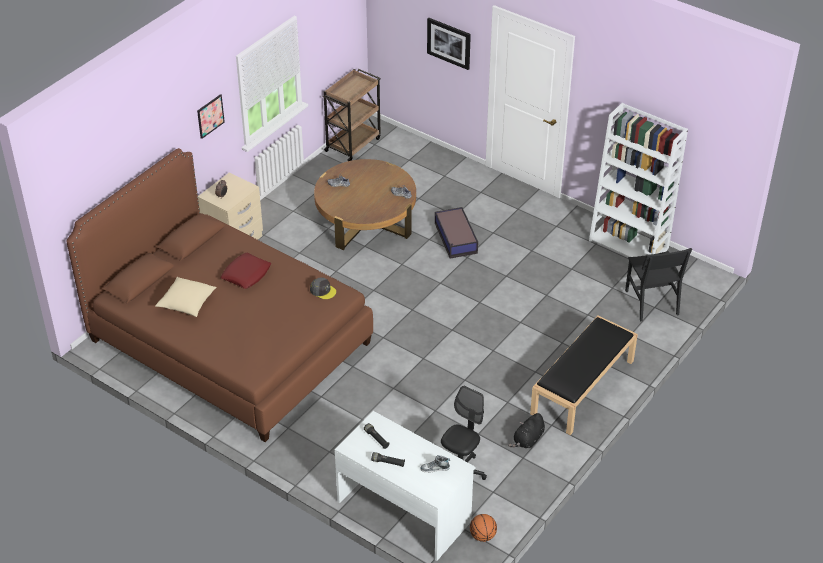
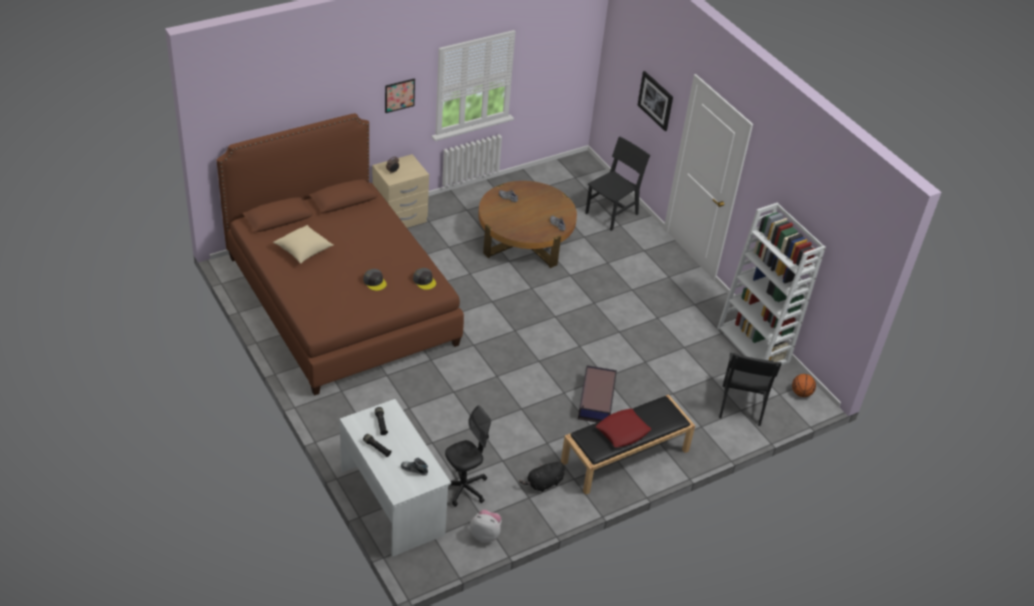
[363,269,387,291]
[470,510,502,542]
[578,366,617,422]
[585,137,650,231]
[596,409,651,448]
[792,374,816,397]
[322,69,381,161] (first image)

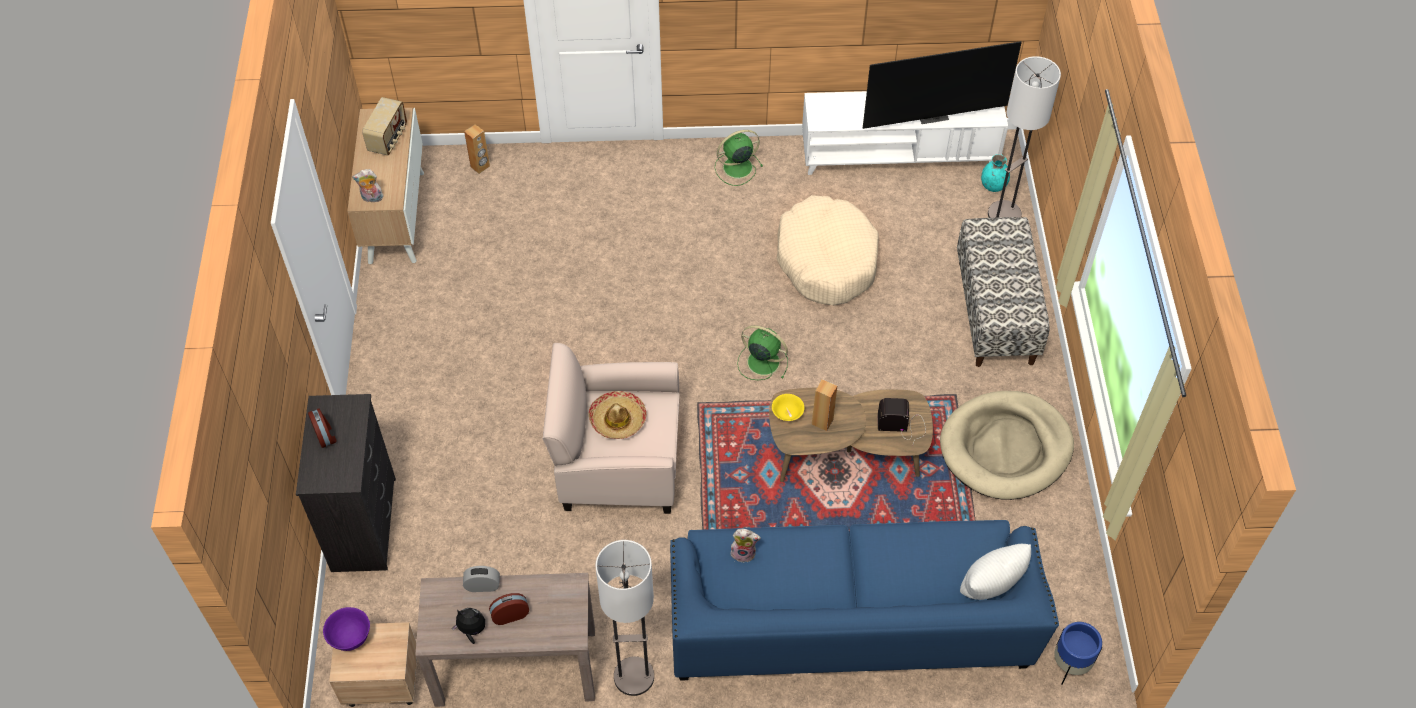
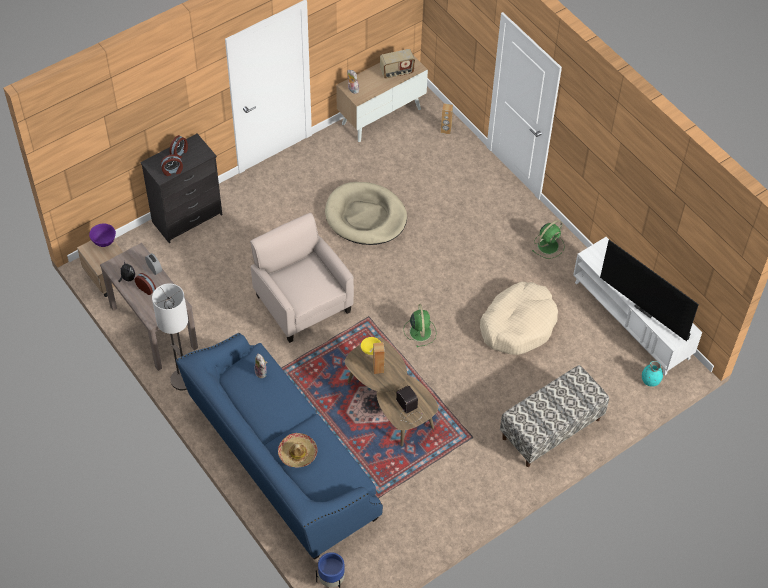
[161,154,183,176]
[278,433,317,468]
[325,182,407,245]
[533,220,565,258]
[960,544,1031,600] (first image)
[988,56,1061,218] (first image)

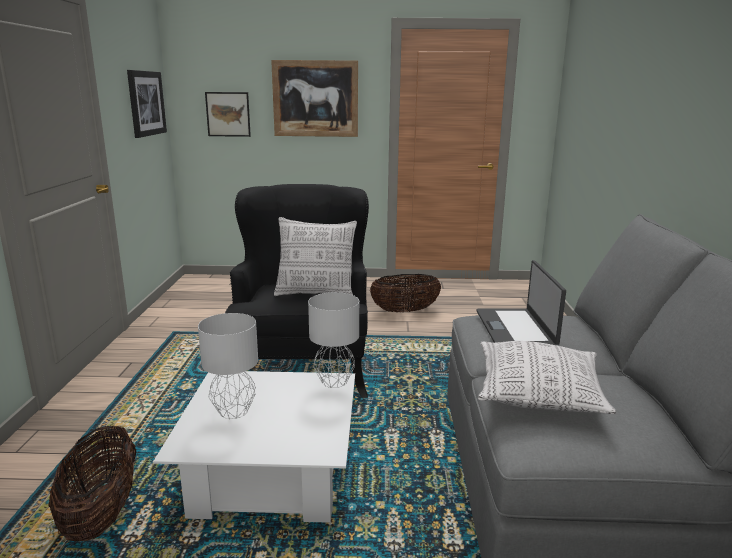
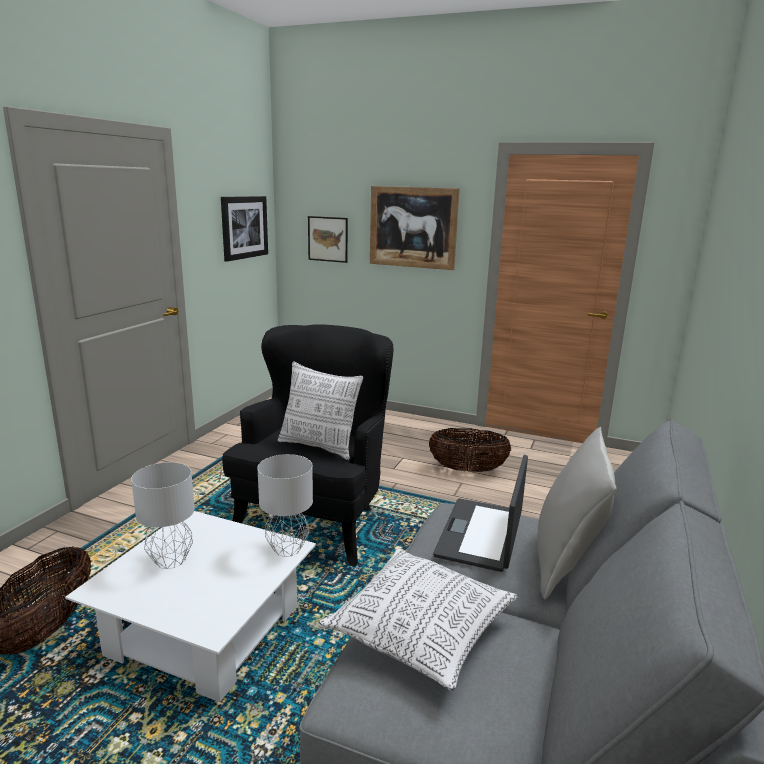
[537,427,617,599]

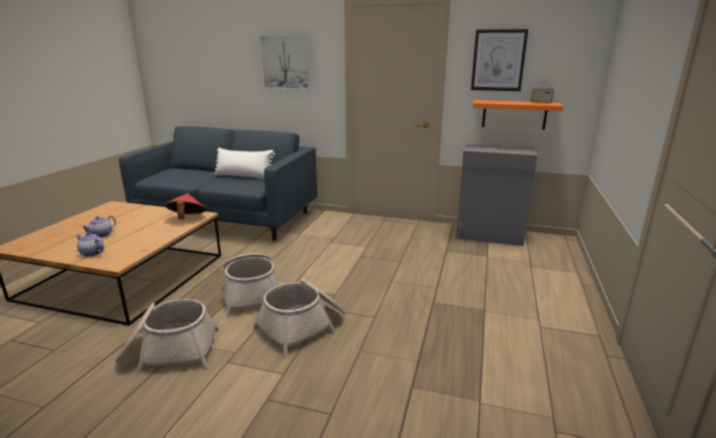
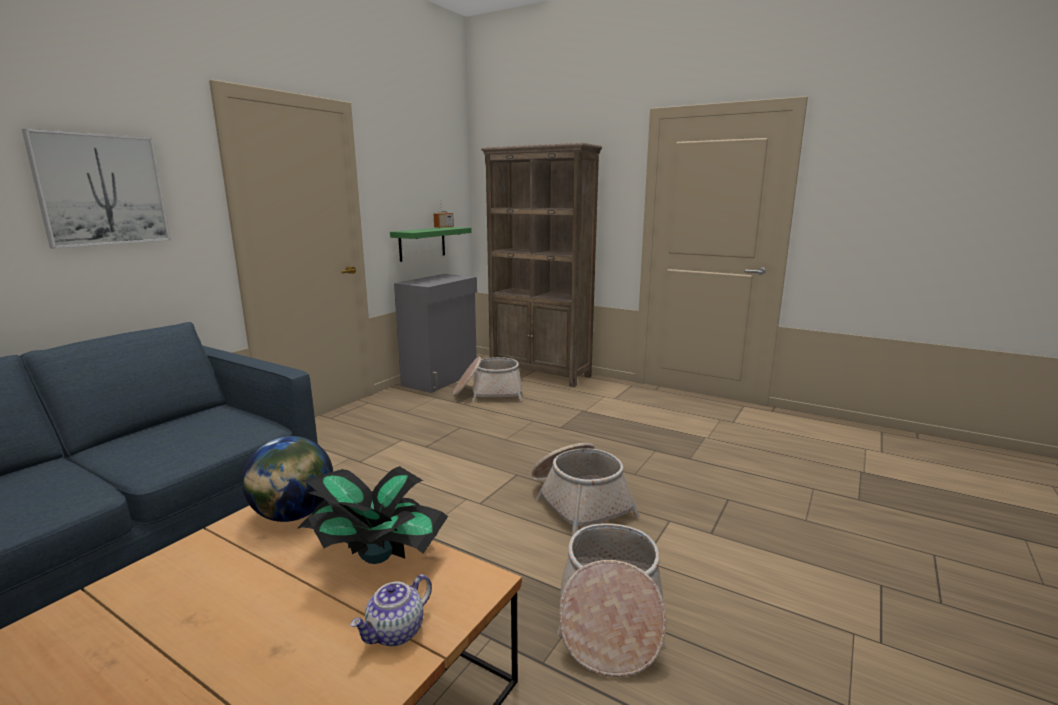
[242,436,333,522]
[298,466,448,564]
[390,227,472,262]
[453,357,522,402]
[481,143,602,387]
[82,216,116,238] (first image)
[214,148,275,179] (first image)
[471,29,528,91] (first image)

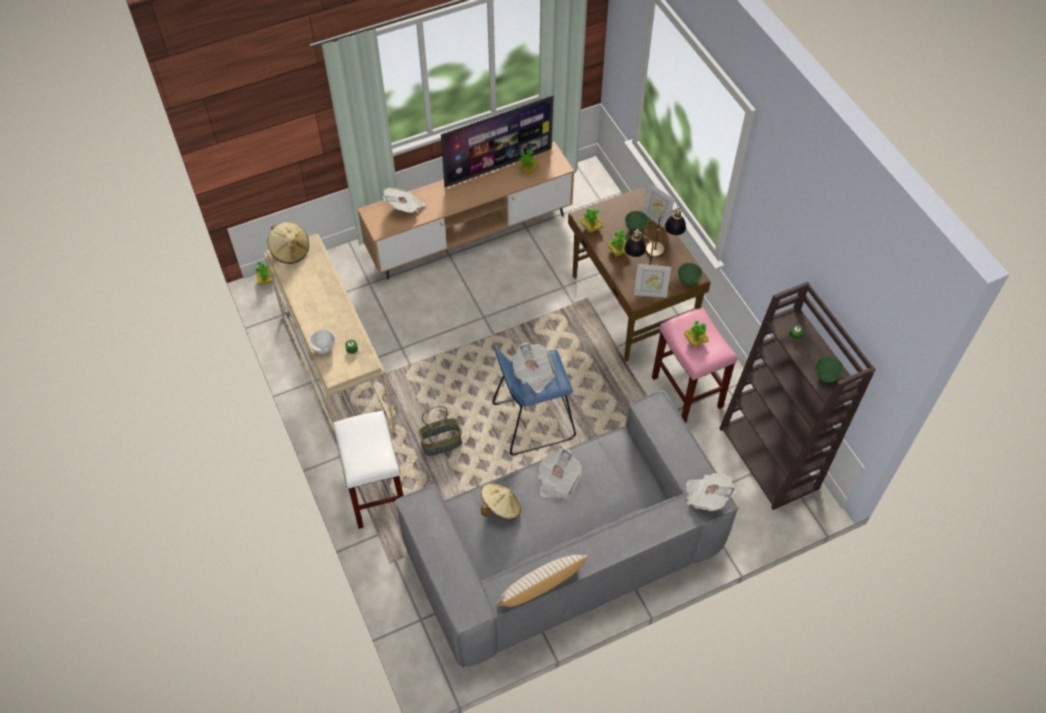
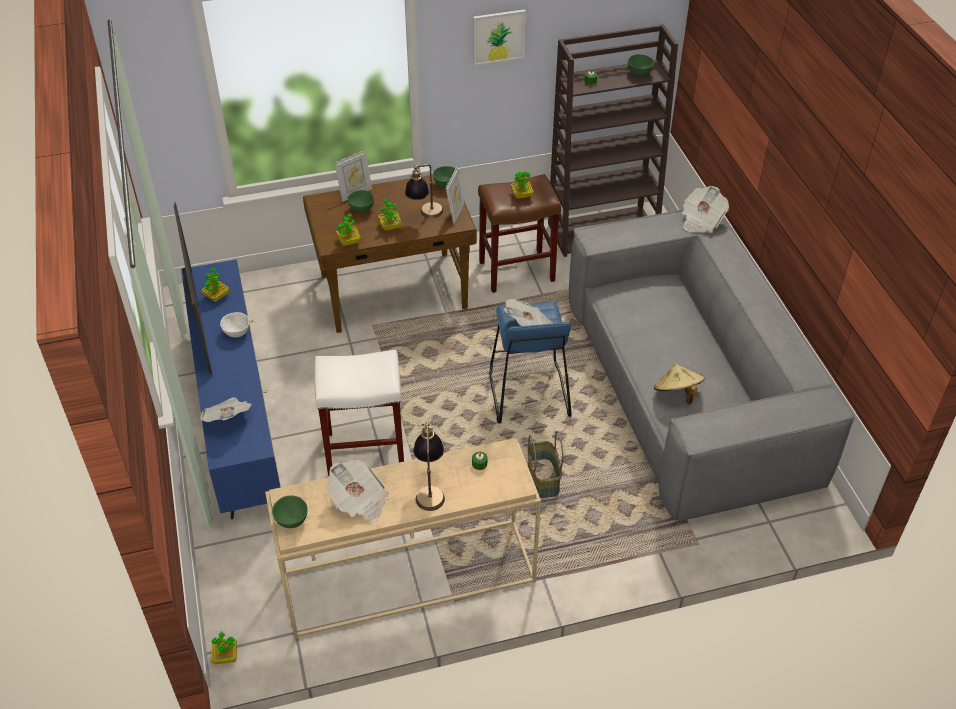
[181,259,280,519]
[220,312,249,338]
[272,495,308,528]
[314,350,404,476]
[326,460,389,522]
[413,422,445,511]
[473,10,525,65]
[478,174,561,293]
[495,555,588,607] (first image)

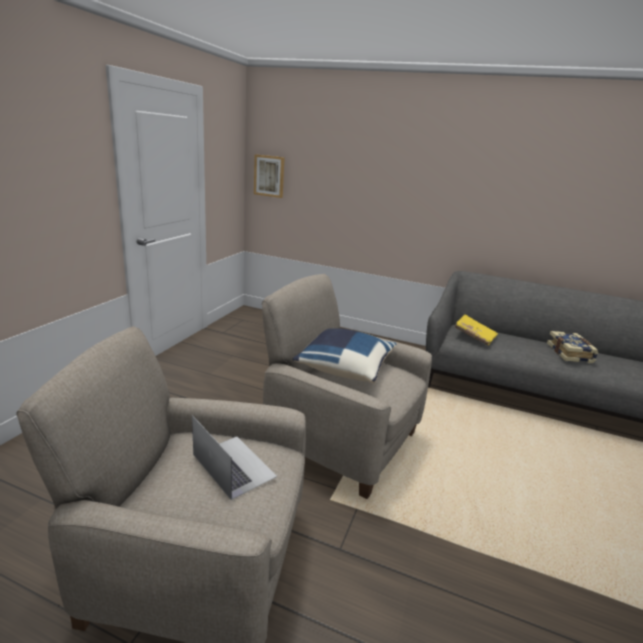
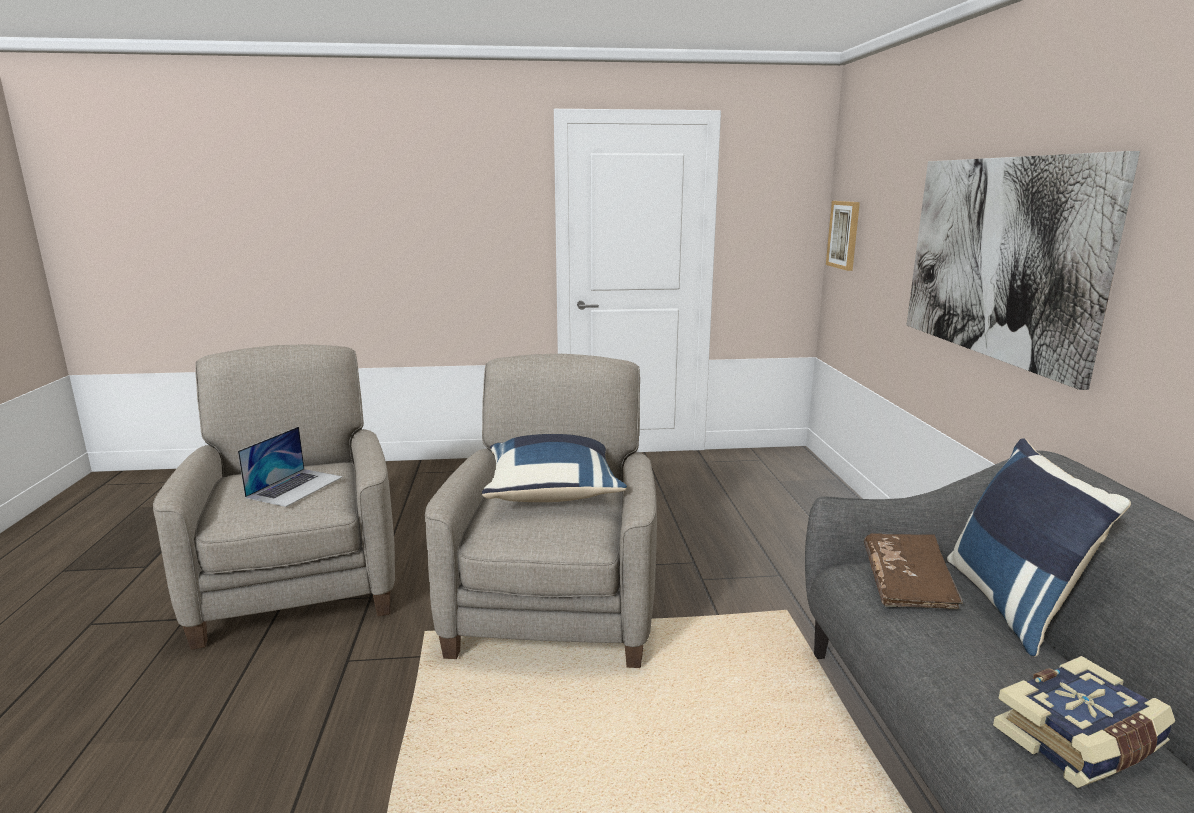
[864,533,963,609]
[907,151,1140,390]
[947,438,1131,657]

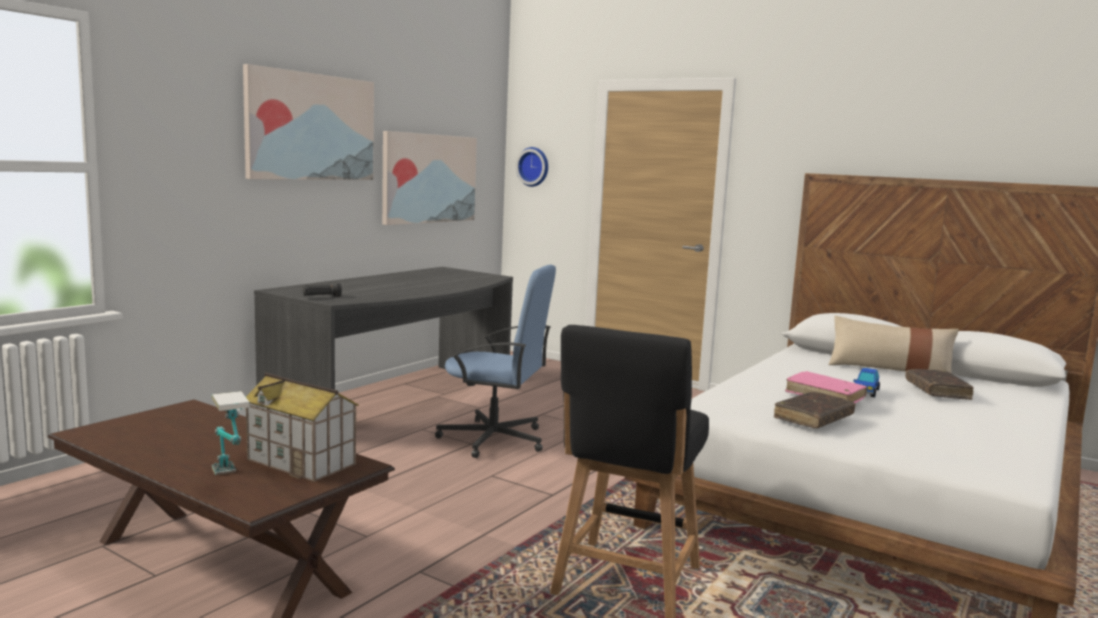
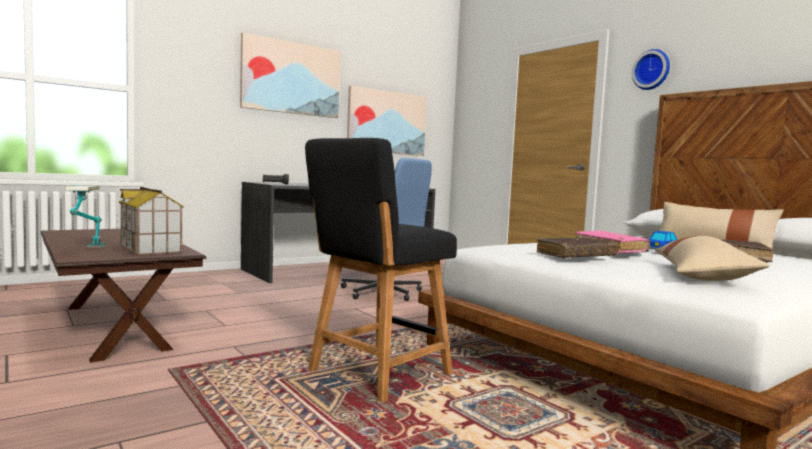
[632,49,670,90]
[655,236,770,281]

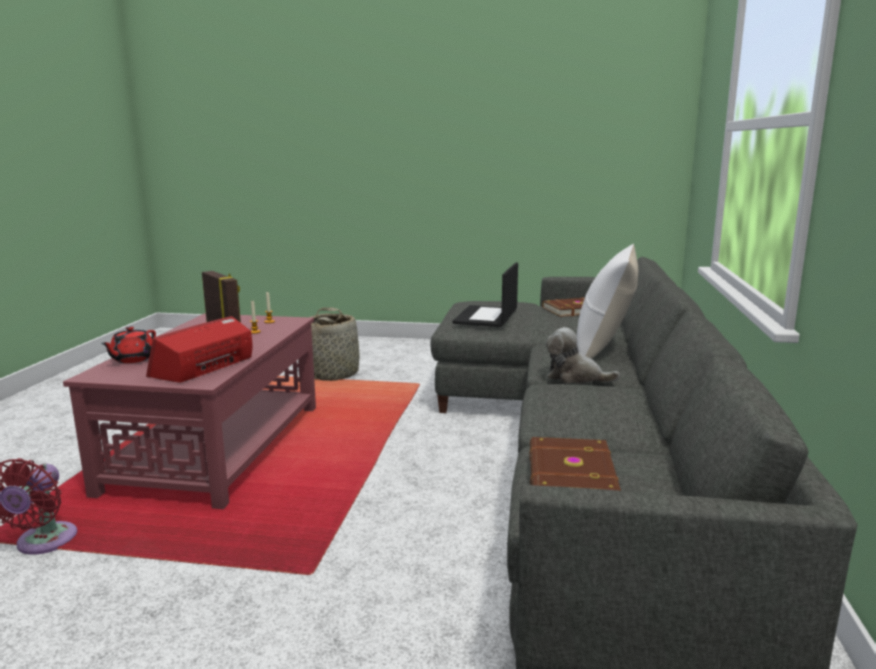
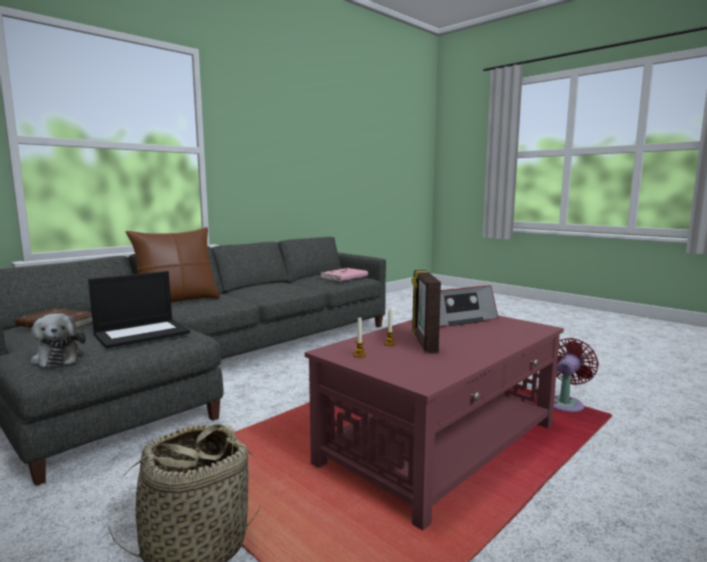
[31,313,86,367]
[125,227,220,303]
[321,268,368,281]
[101,326,156,363] (first image)

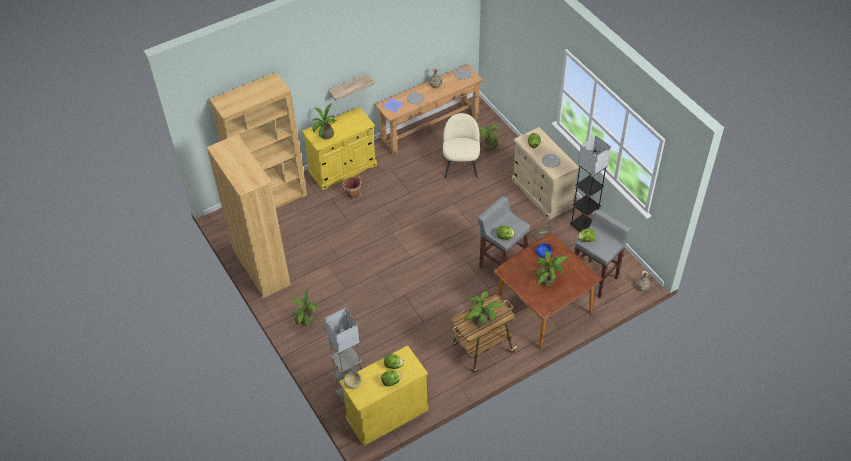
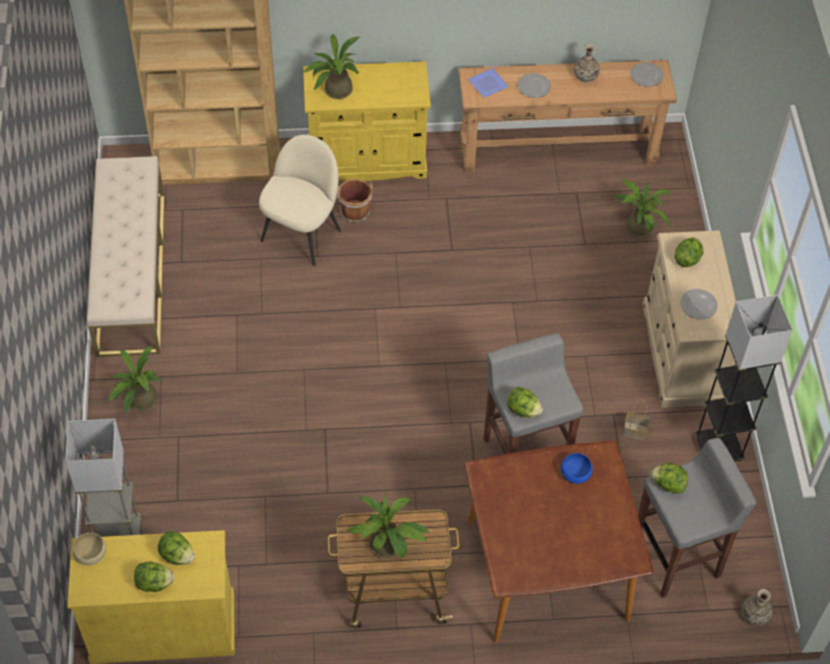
[87,156,165,357]
[259,135,341,266]
[328,74,375,101] (first image)
[536,251,567,286] (first image)

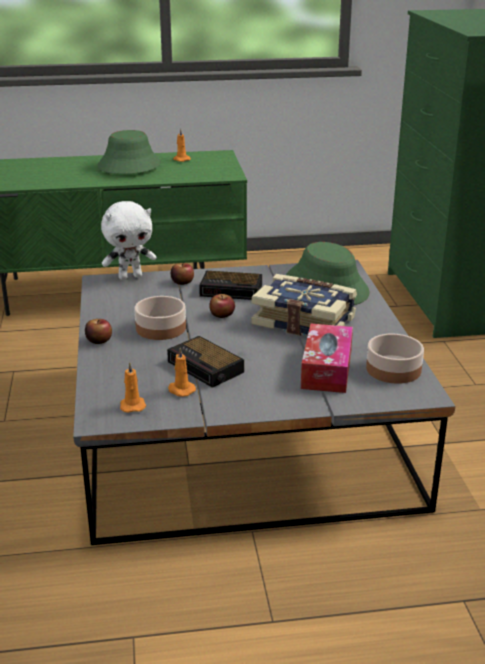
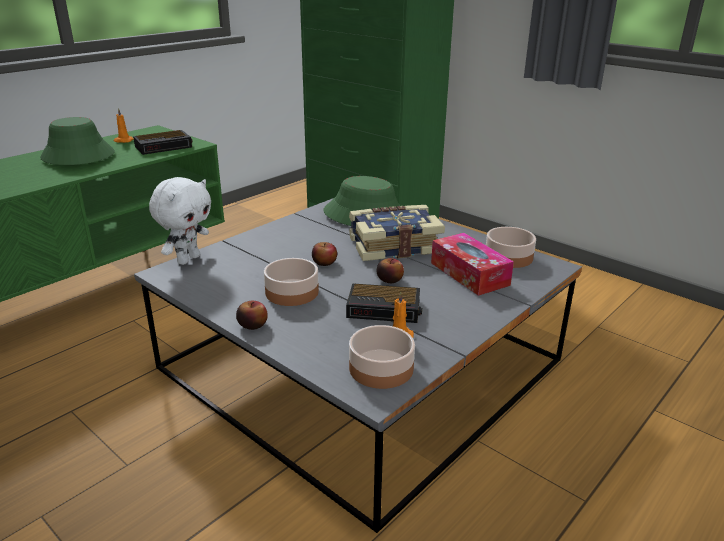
[133,130,193,155]
[349,325,415,389]
[377,258,404,283]

